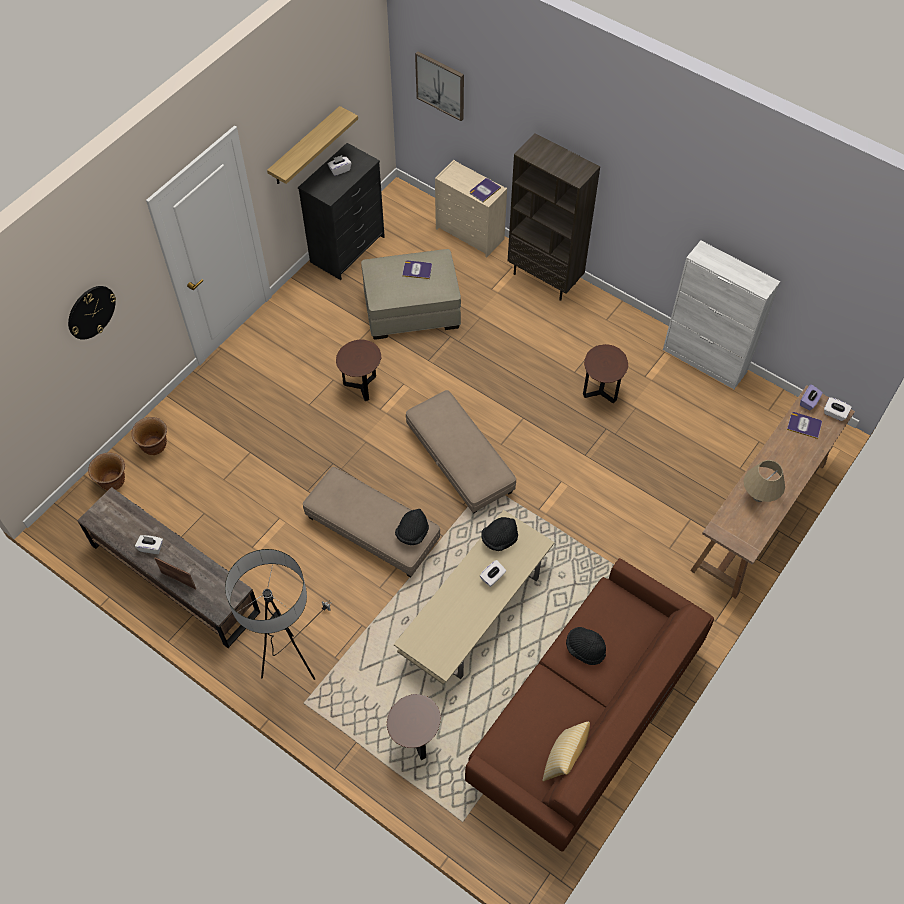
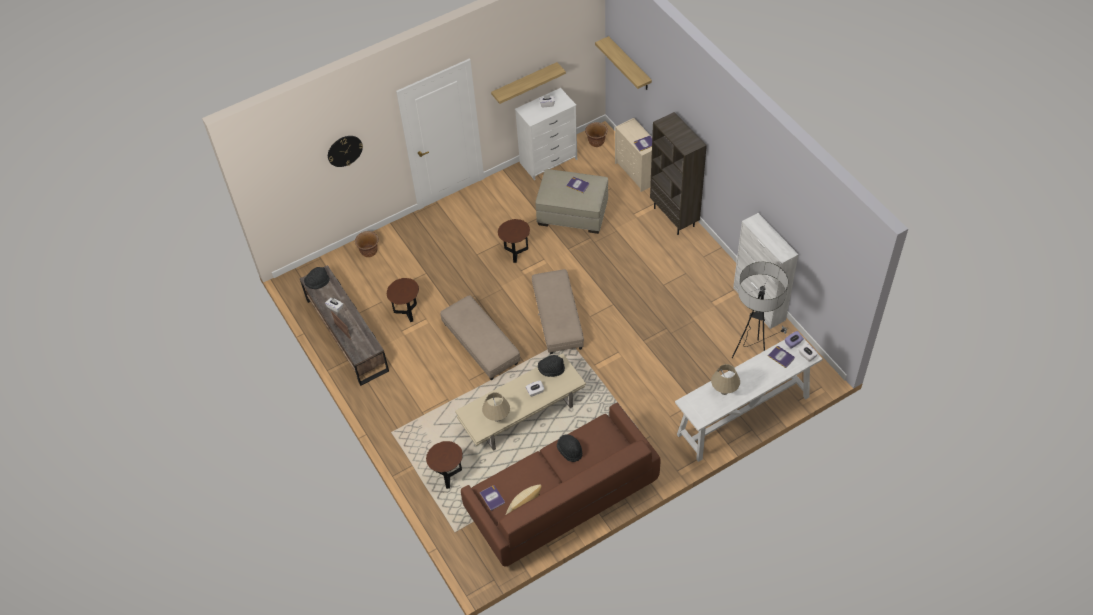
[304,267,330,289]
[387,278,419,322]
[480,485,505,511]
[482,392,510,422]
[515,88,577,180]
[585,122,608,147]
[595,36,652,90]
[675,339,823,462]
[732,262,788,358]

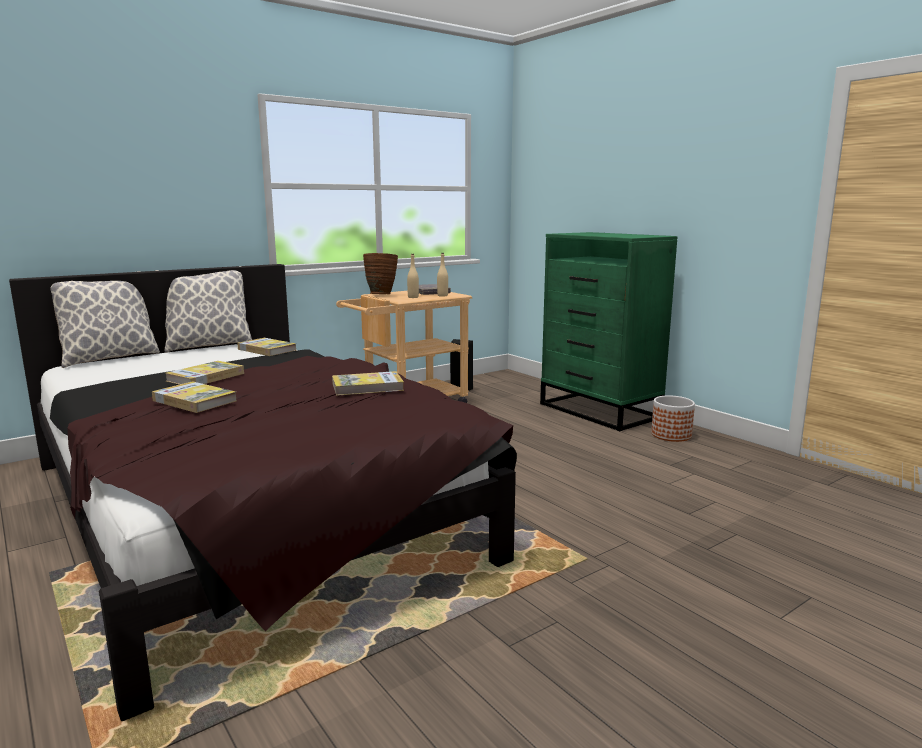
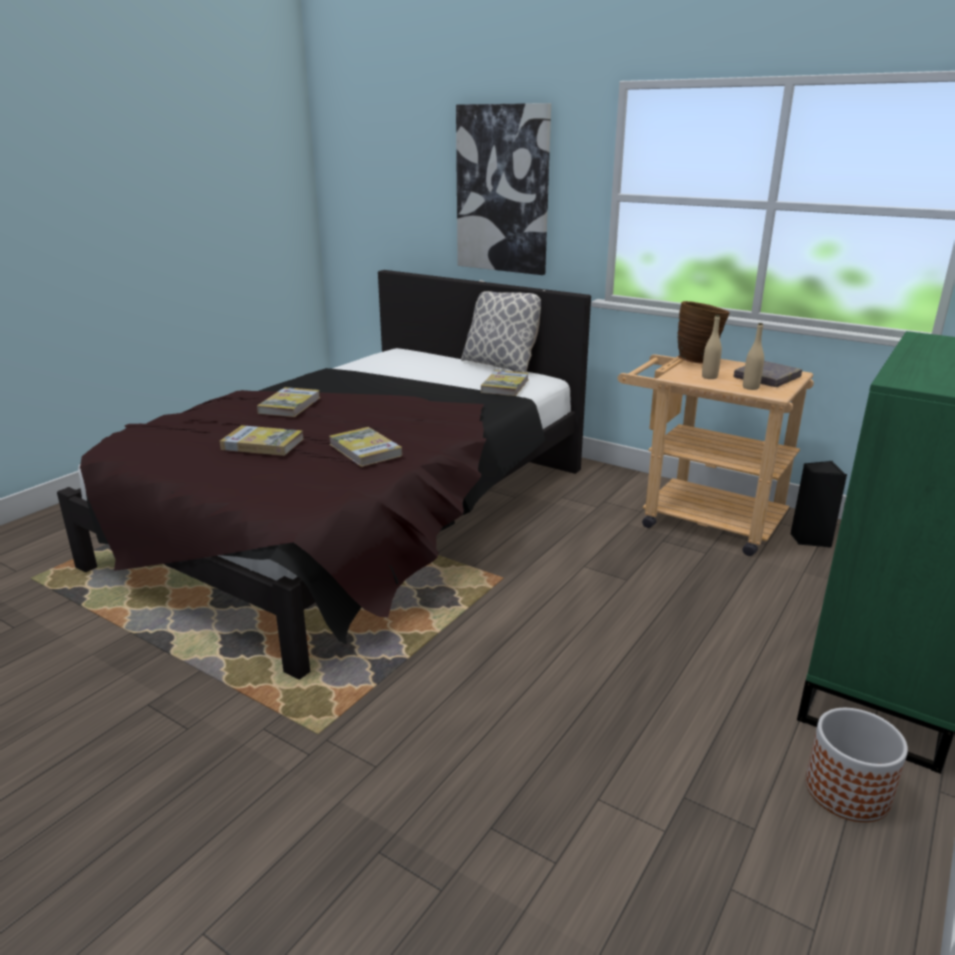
[220,425,303,456]
[456,103,551,275]
[50,271,160,368] (first image)

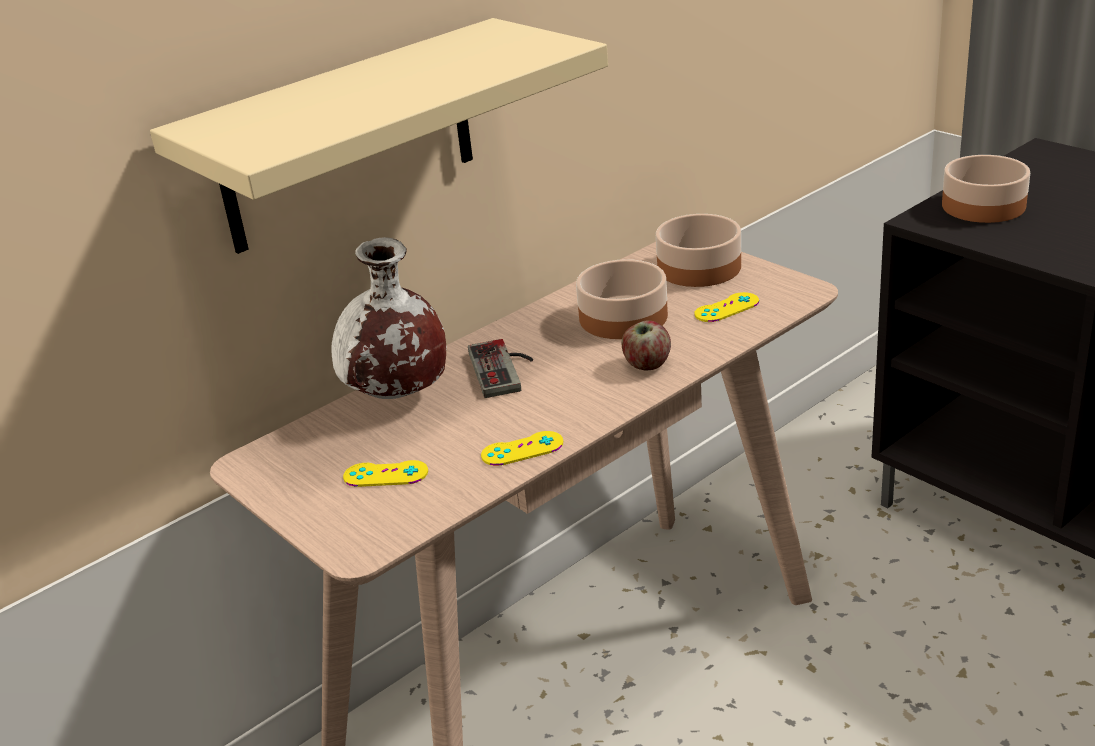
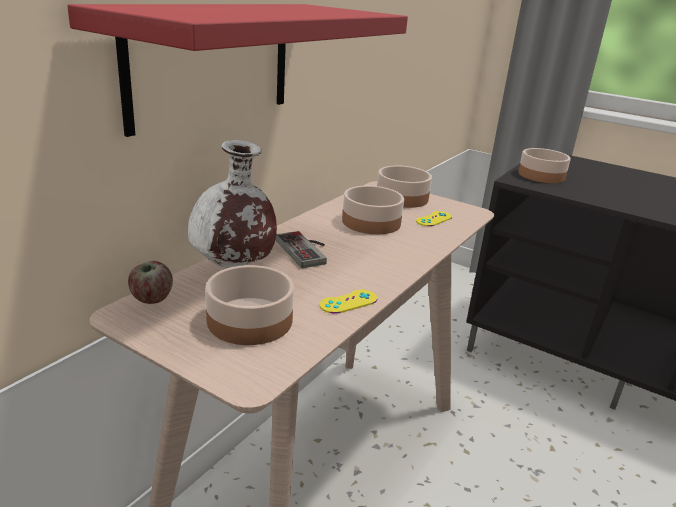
[67,4,408,137]
[128,261,173,304]
[205,265,294,345]

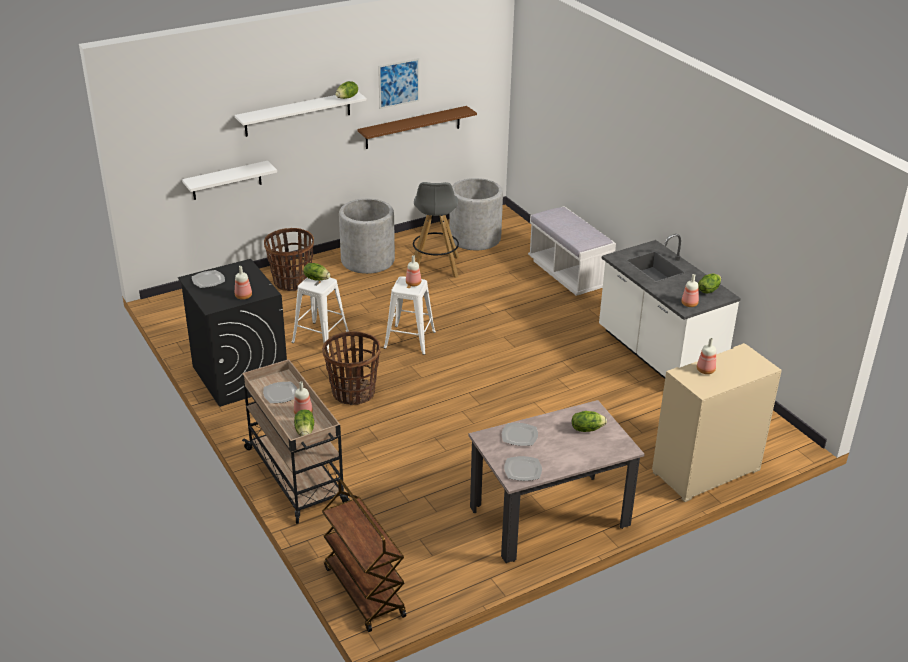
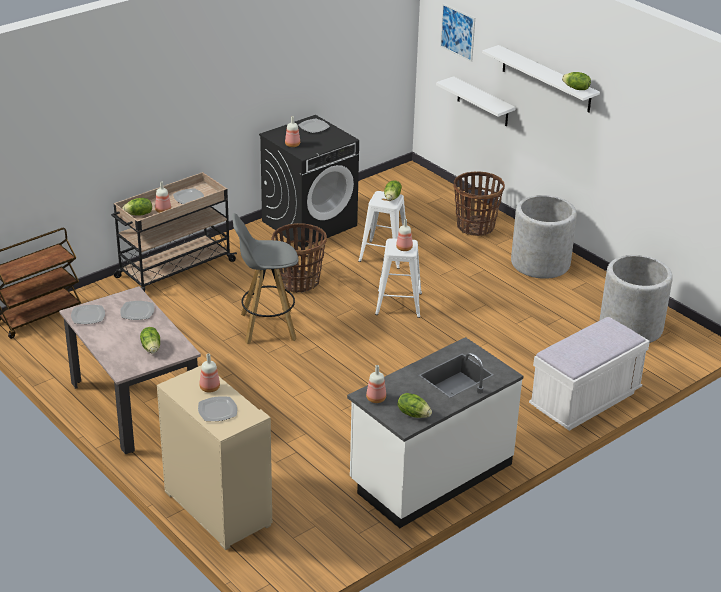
[198,396,237,421]
[232,213,298,344]
[440,3,475,62]
[357,106,477,149] (first image)

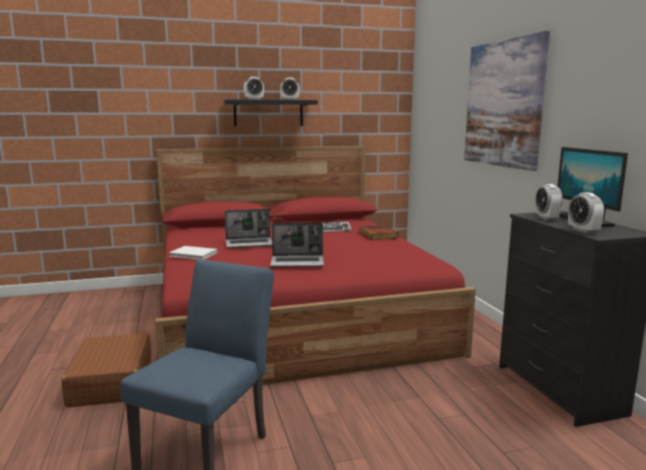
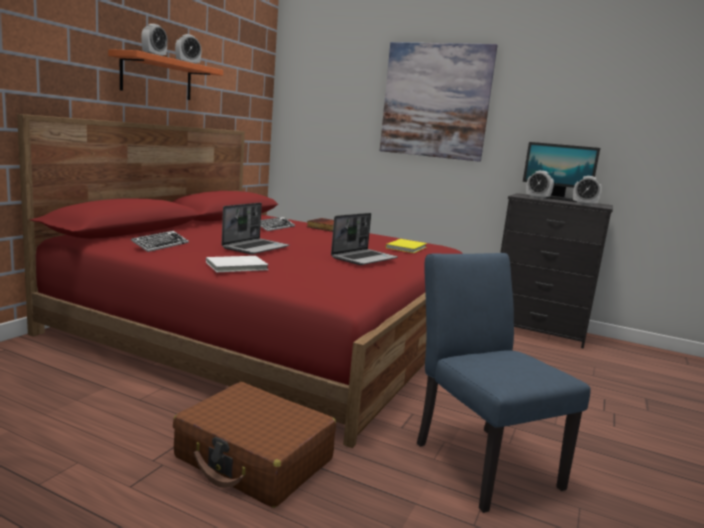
[108,49,223,100]
[131,231,189,252]
[386,239,427,253]

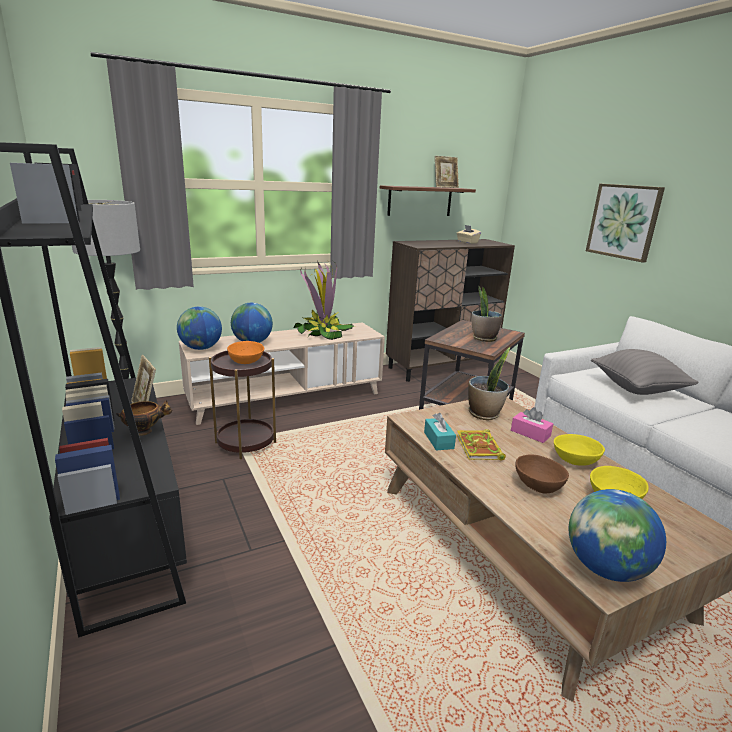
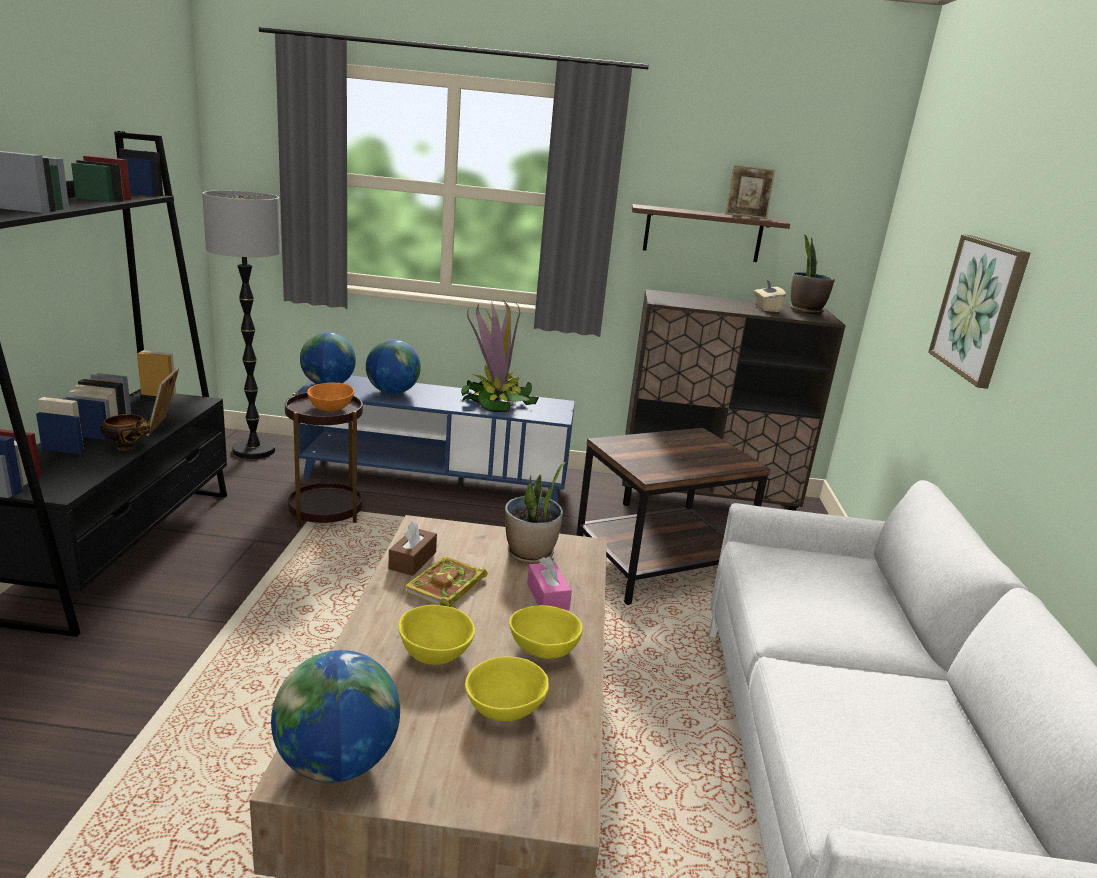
[296,376,575,504]
[388,521,437,576]
[399,605,475,665]
[790,234,835,315]
[591,349,699,395] (first image)

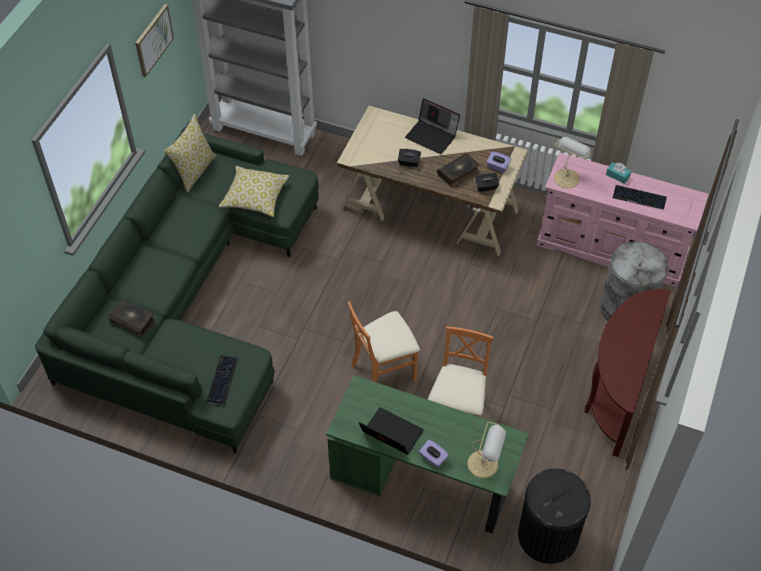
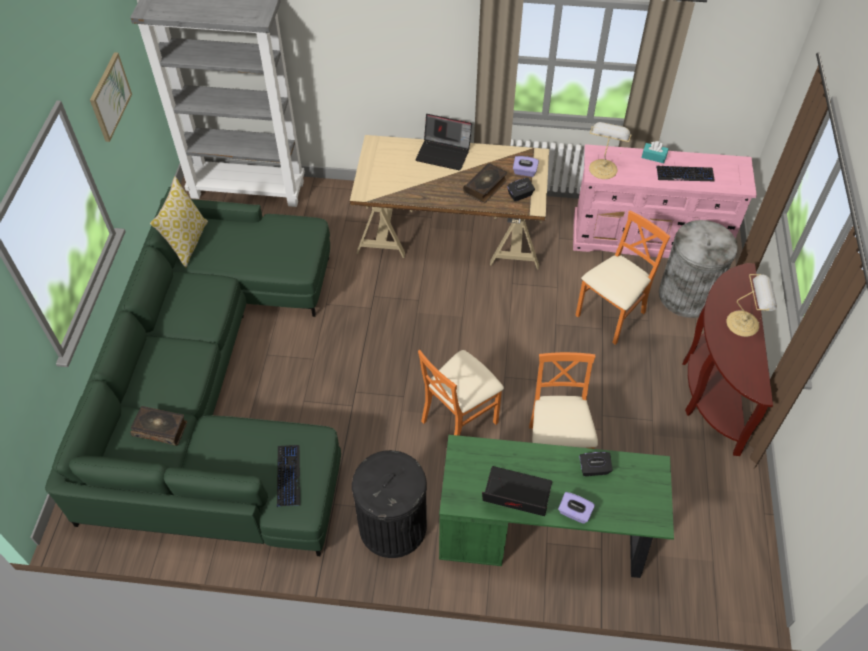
[352,450,427,558]
[576,210,670,345]
[579,452,613,476]
[726,274,777,337]
[218,166,289,217] (first image)

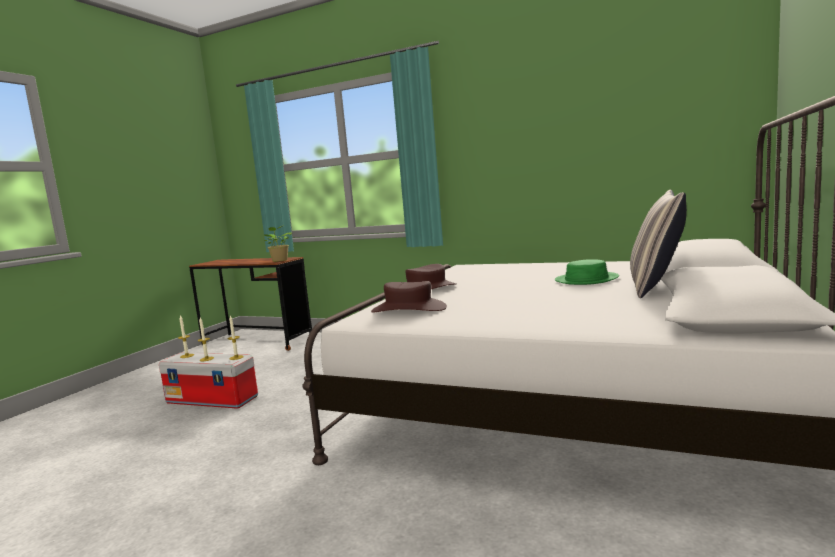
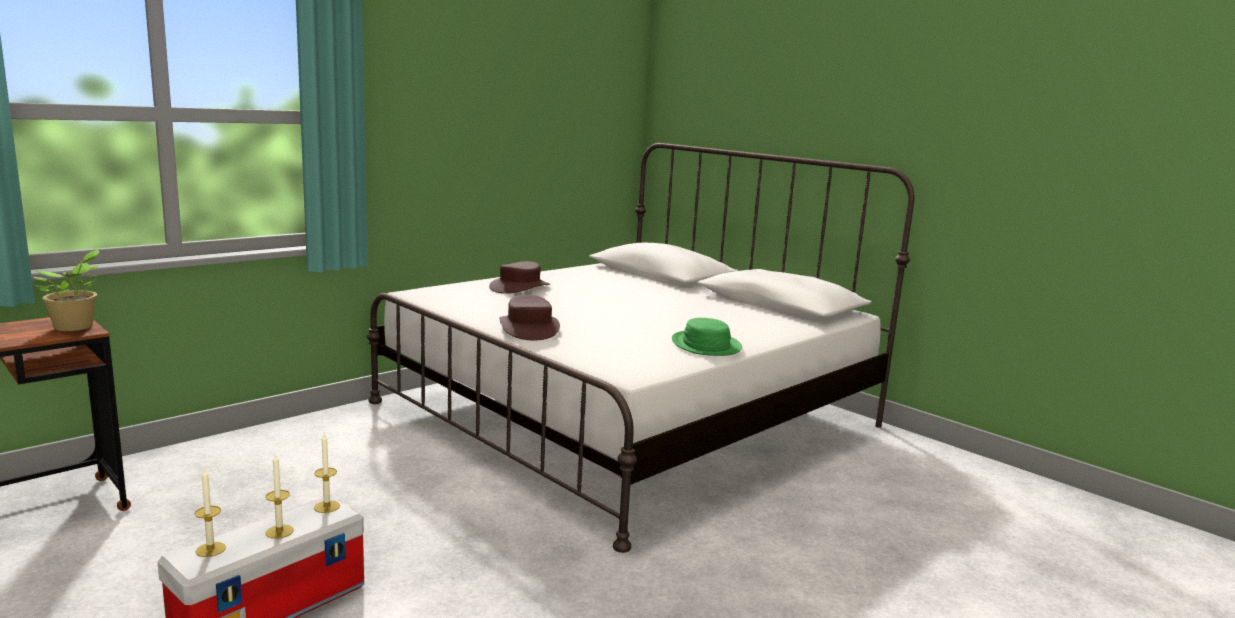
[489,261,550,294]
[672,318,742,356]
[630,189,687,298] (first image)

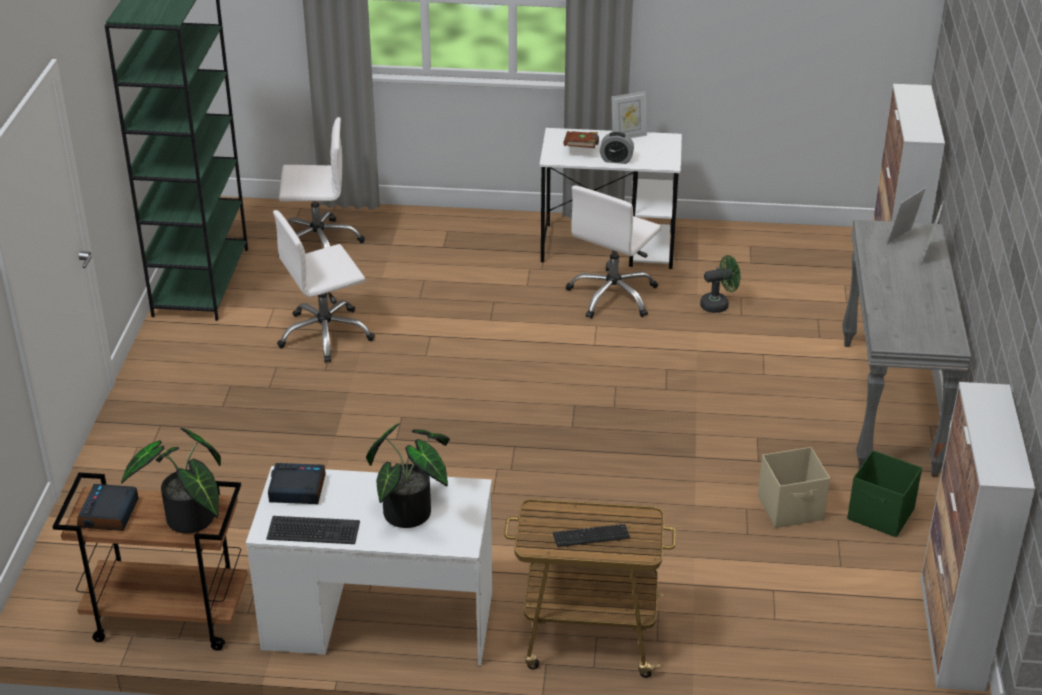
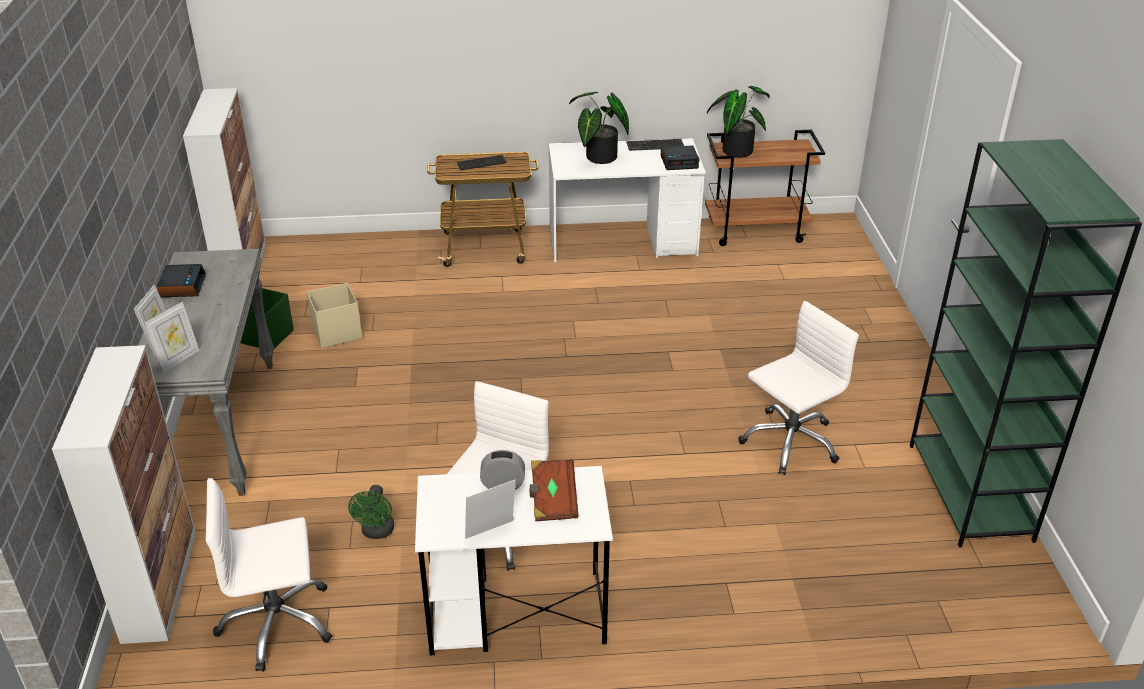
[156,264,206,297]
[206,478,332,672]
[348,485,394,539]

